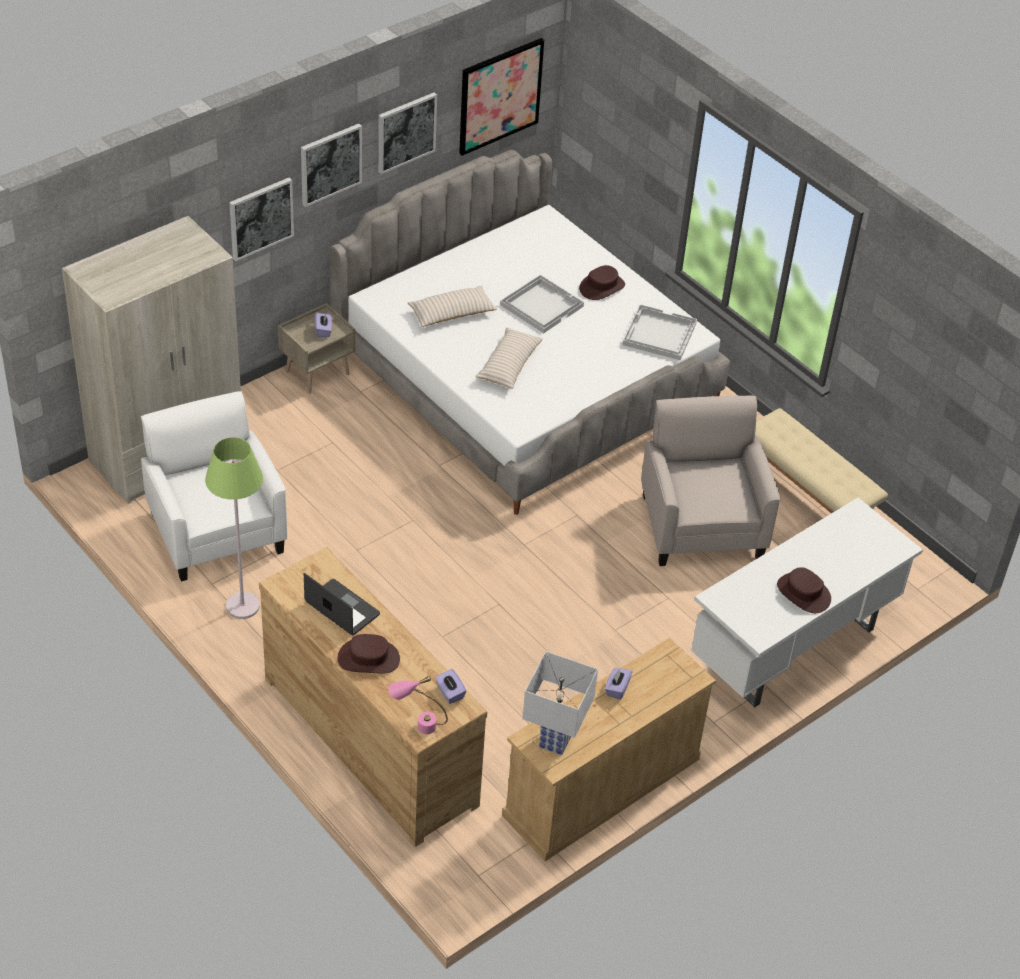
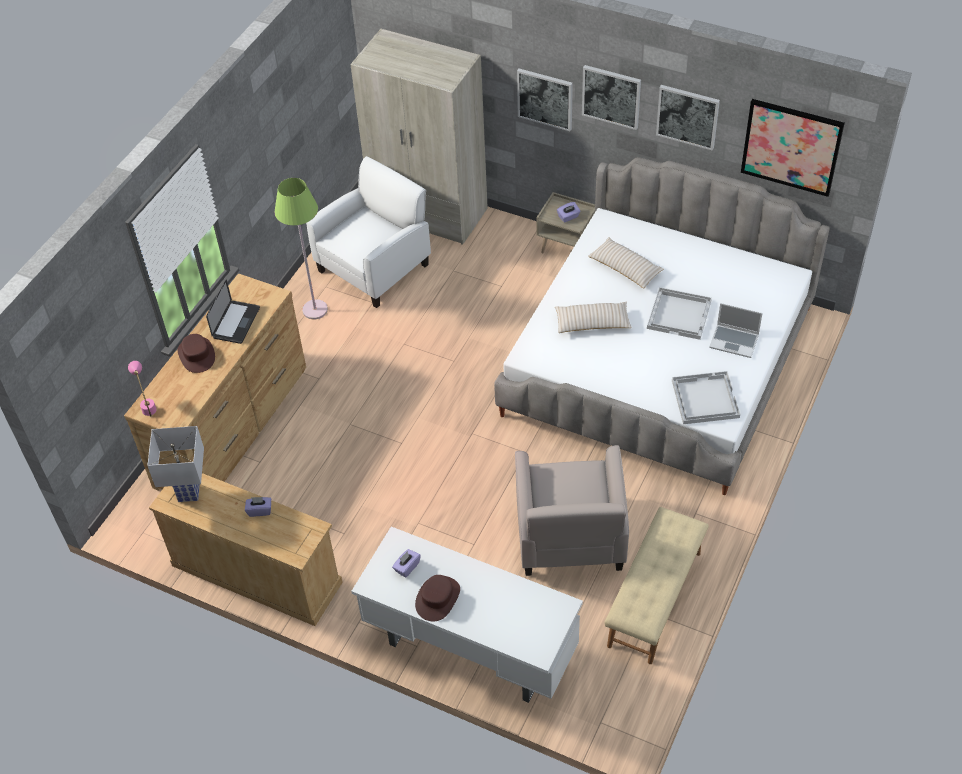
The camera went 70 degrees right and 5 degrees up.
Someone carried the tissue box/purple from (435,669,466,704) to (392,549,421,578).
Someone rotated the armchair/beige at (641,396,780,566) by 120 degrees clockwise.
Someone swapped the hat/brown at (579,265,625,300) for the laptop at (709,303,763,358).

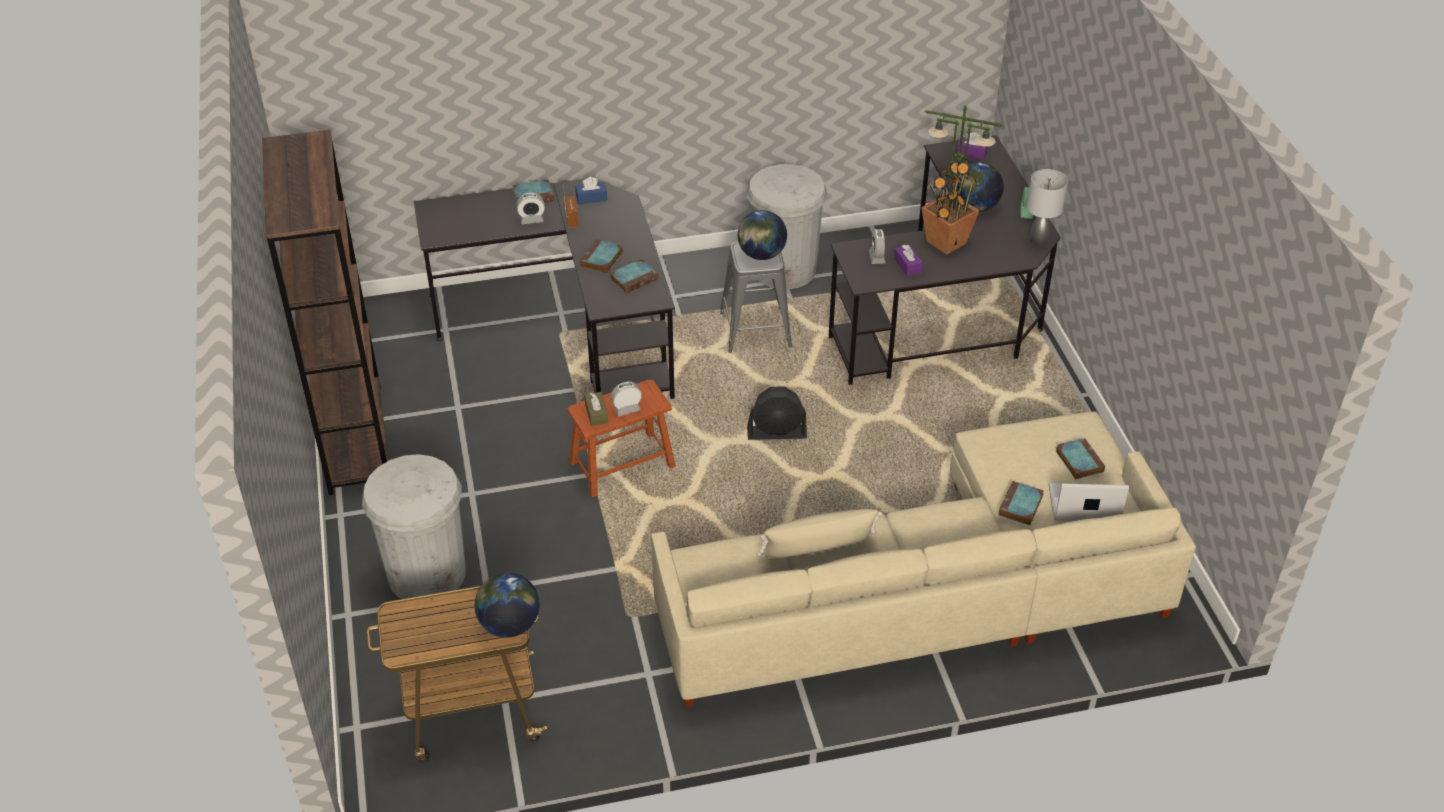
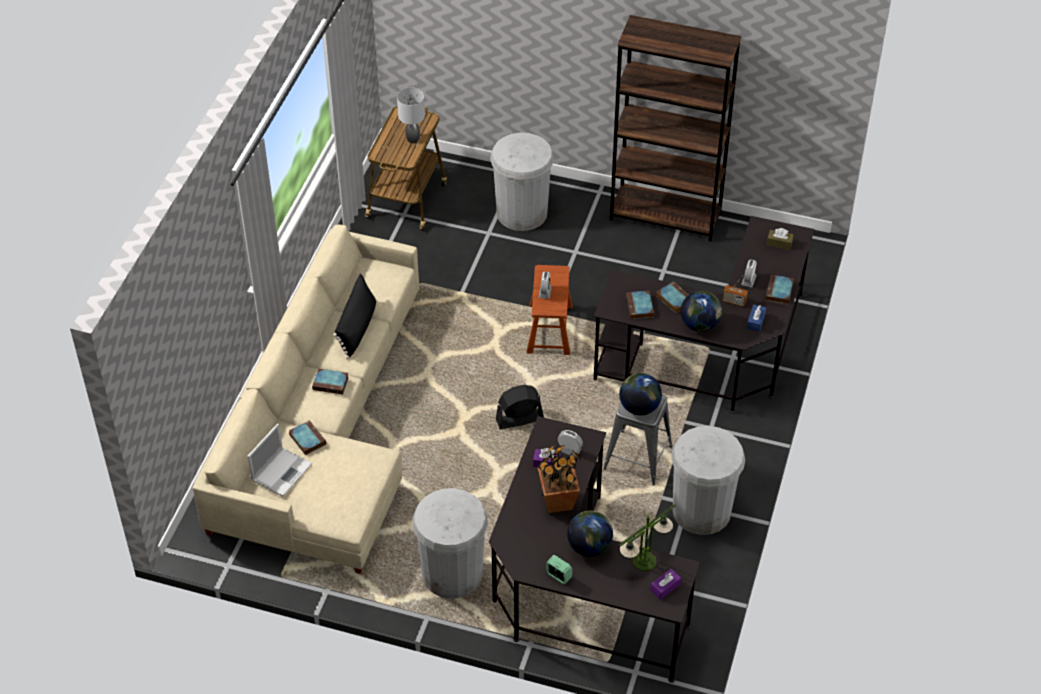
The camera went 120 degrees right and 5 degrees up.
Someone carried the book from (1056,438,1105,479) to (312,369,349,394).
Someone repainted the pillow/beige at (757,509,882,558), which became the pillow/black at (333,273,376,359).
Someone carried the table lamp/grey from (1027,169,1068,247) to (397,87,425,143).
Someone put down the trash can/white at (412,488,488,599).
Someone rotated the fan/black at (747,386,807,440) by 45 degrees clockwise.
Someone carried the globe from (475,573,540,638) to (681,291,722,332).
Someone carried the tissue box/brown from (585,392,608,426) to (767,228,794,250).

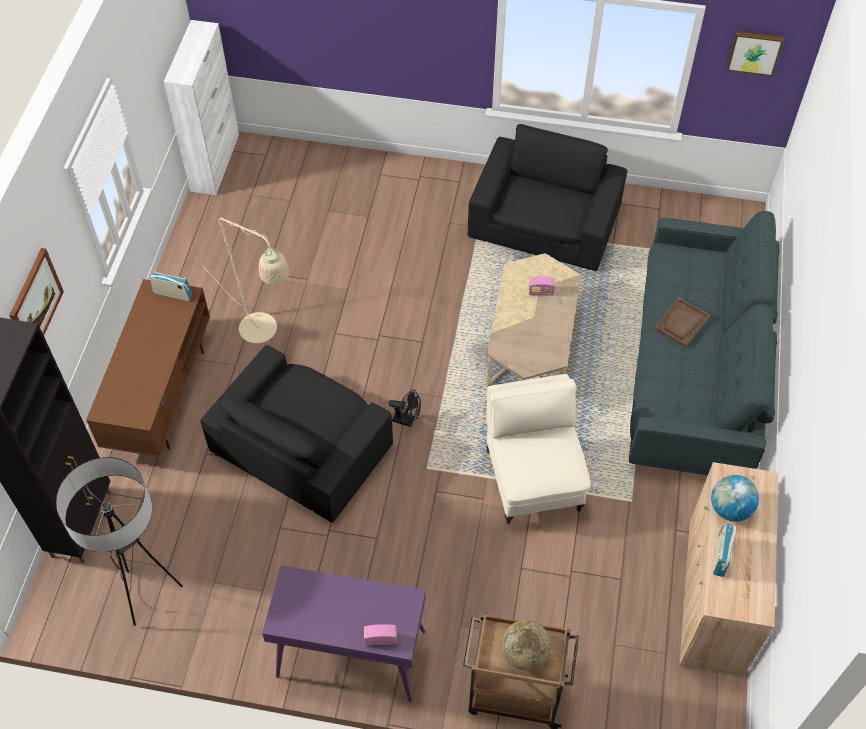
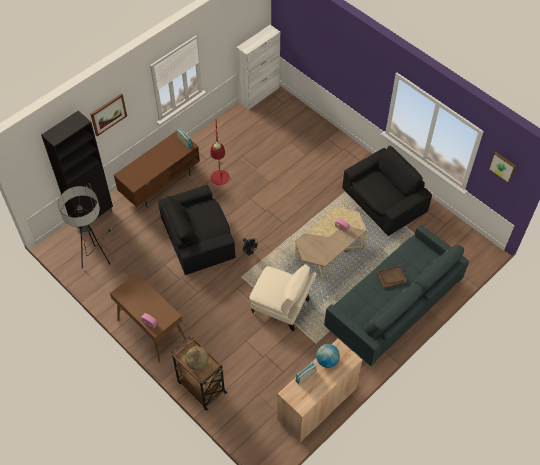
The camera went 35 degrees right and 0 degrees up.
Someone repainted the console table/purple at (262,565,426,702), which became the console table/brown at (110,273,187,363).
Someone repainted the floor lamp/beige at (201,217,289,343), which became the floor lamp/red at (210,119,230,185).
Someone rotated the armchair/beige at (487,374,590,525) by 90 degrees clockwise.

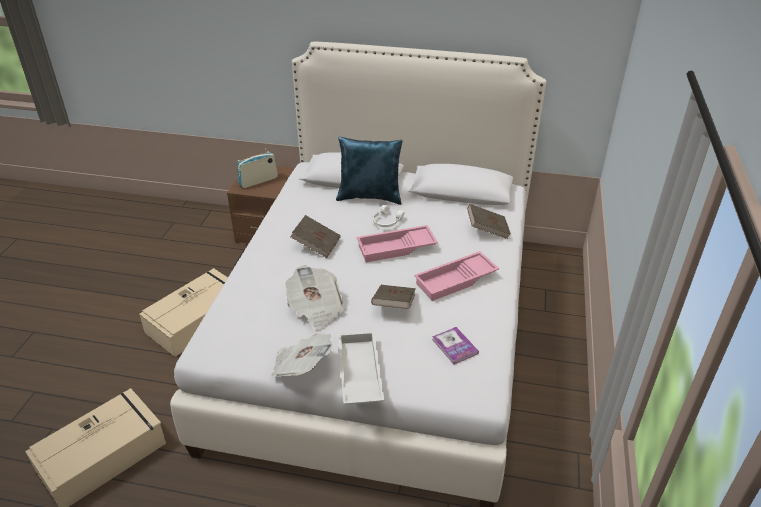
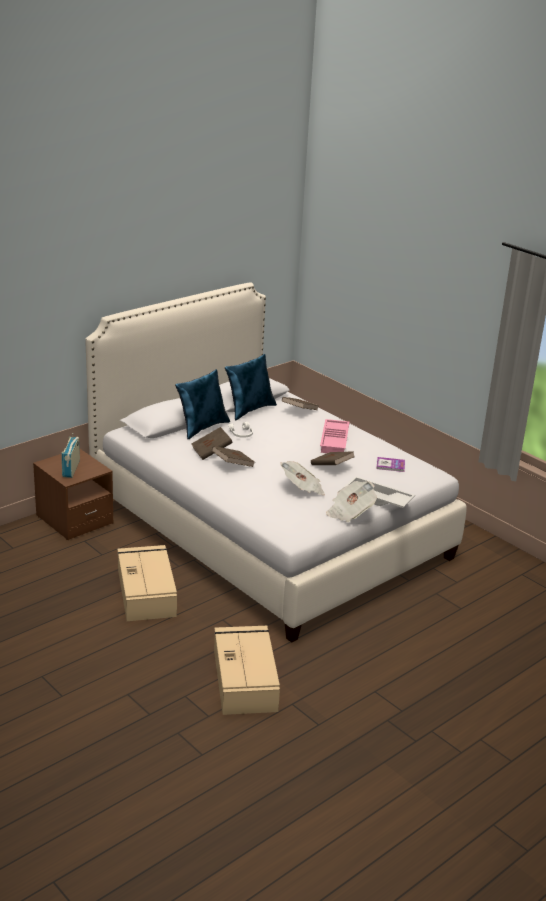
The camera went 55 degrees left and 10 degrees down.
Someone put down the book/brown at (191,427,233,460).
Someone put down the pillow/blue at (225,354,277,420).
Someone took away the tray/pink at (357,225,438,262).

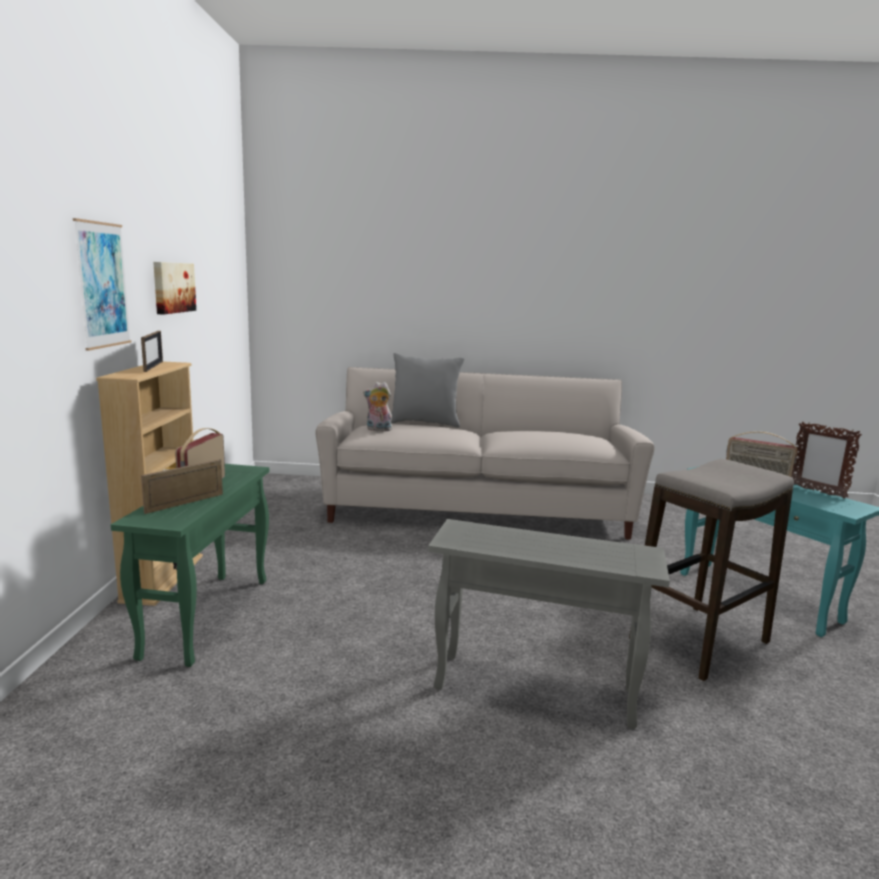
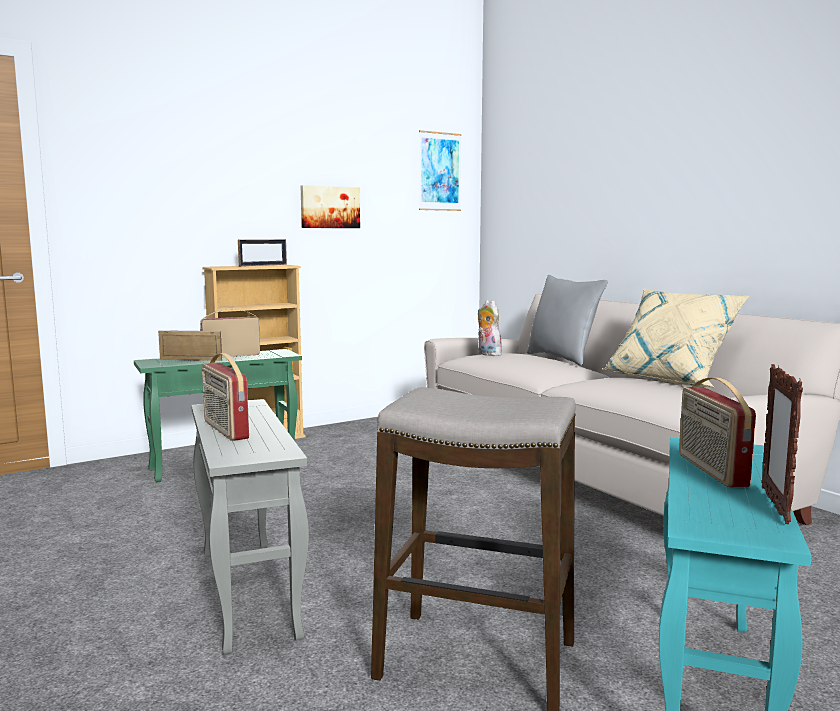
The camera went 55 degrees right and 5 degrees down.
Someone put down the radio at (202,353,249,441).
Someone carried the picture from (73,218,131,351) to (419,130,462,211).
Someone put down the pillow/beige at (602,288,750,388).

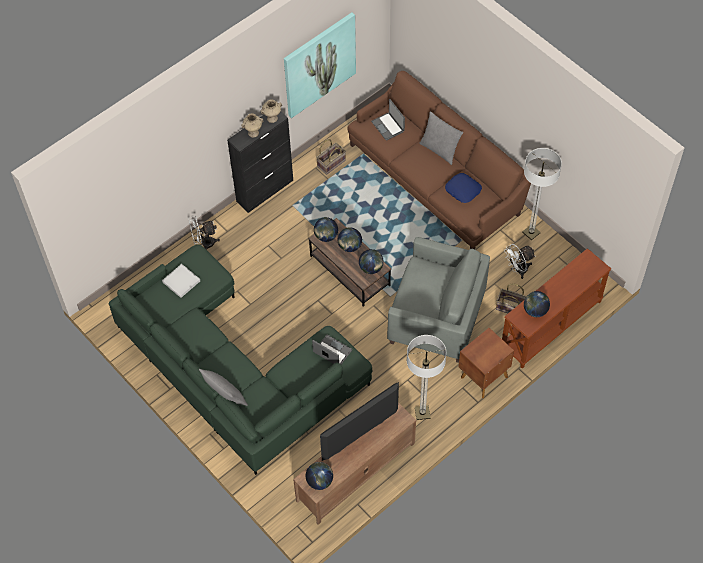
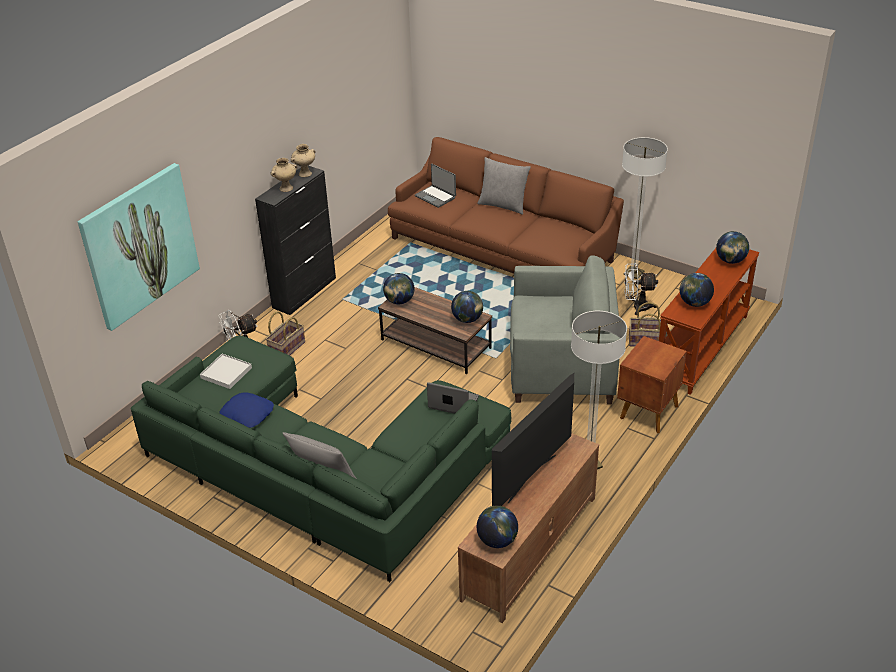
The camera went 15 degrees left and 20 degrees down.
Someone carried the picture from (284,13,356,118) to (78,163,200,331).
Someone carried the pillow/blue from (445,173,482,203) to (220,393,274,428).
Someone carried the basket from (316,139,346,175) to (266,312,305,356).
Someone rotated the fan/white at (504,244,535,279) by 45 degrees clockwise.
Someone carried the globe from (338,227,362,252) to (716,231,749,264).

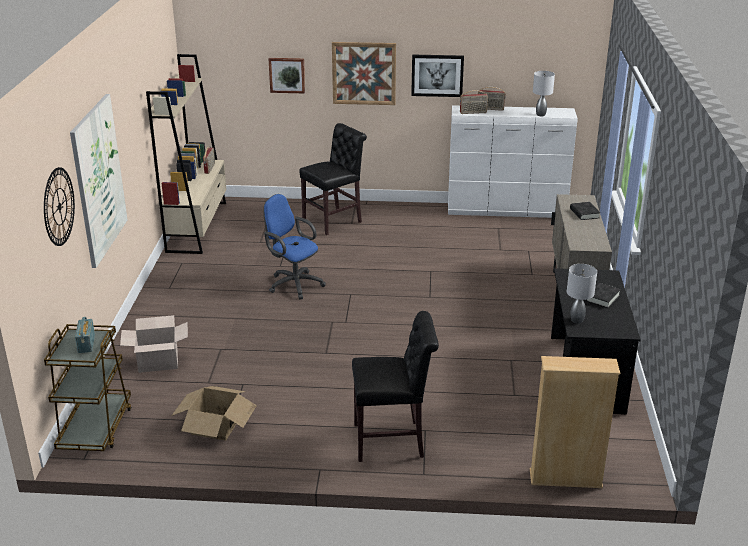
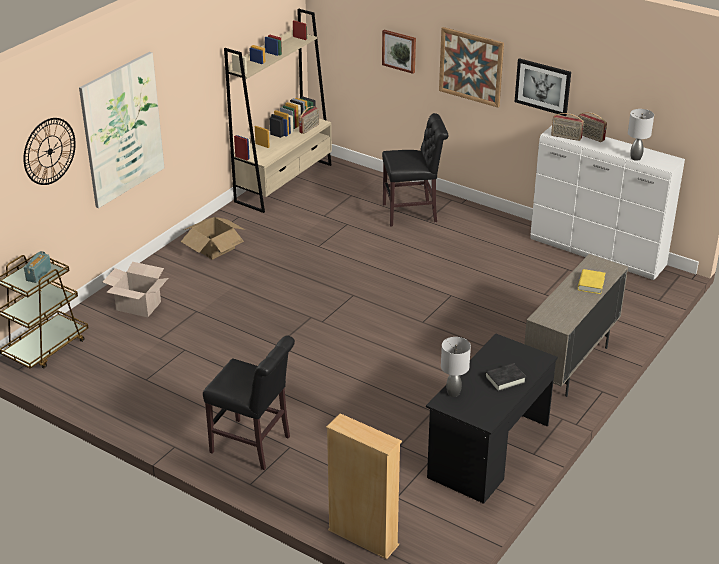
The camera went 30 degrees right and 5 degrees up.
Someone carried the cardboard box from (172,386,257,441) to (181,217,245,260).
Someone repainted the book/black at (570,202,600,220), which became the book/yellow at (578,269,605,294).
Someone took away the office chair/blue at (263,194,326,300).

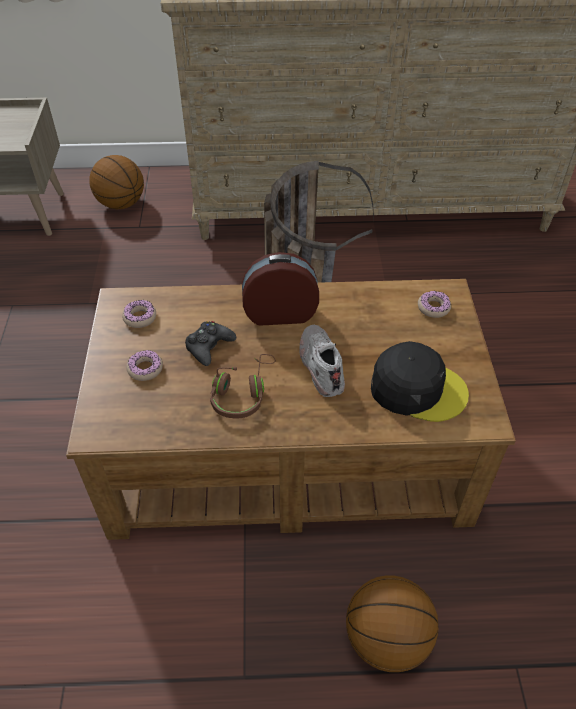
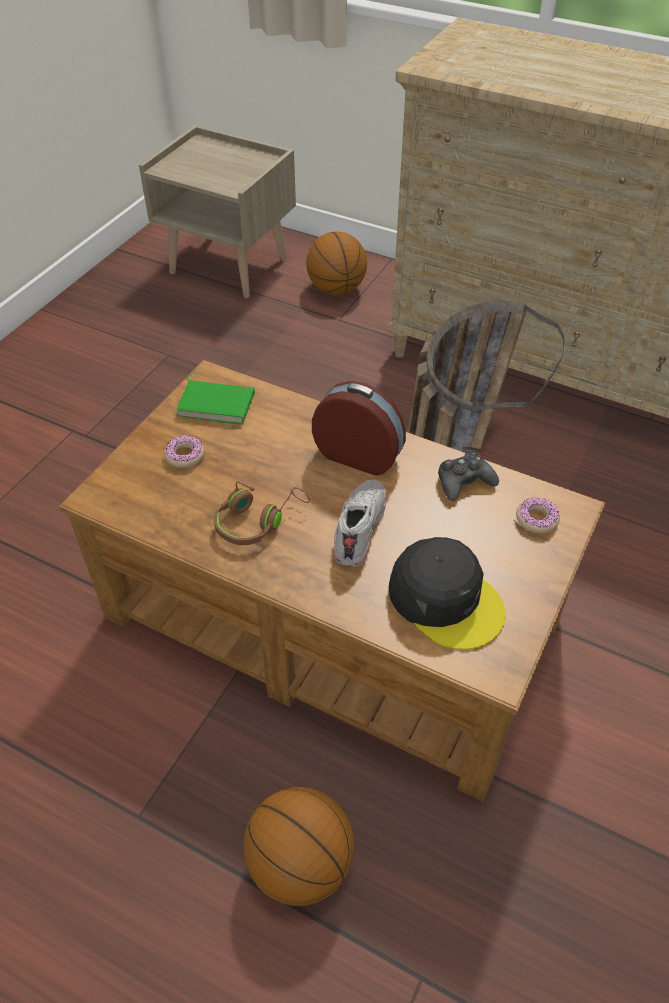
The camera went 30 degrees right and 0 degrees up.
Someone swapped the donut at (122,300,156,328) for the book/green at (176,371,255,425).
Someone carried the game controller/black from (185,321,236,366) to (438,453,499,501).

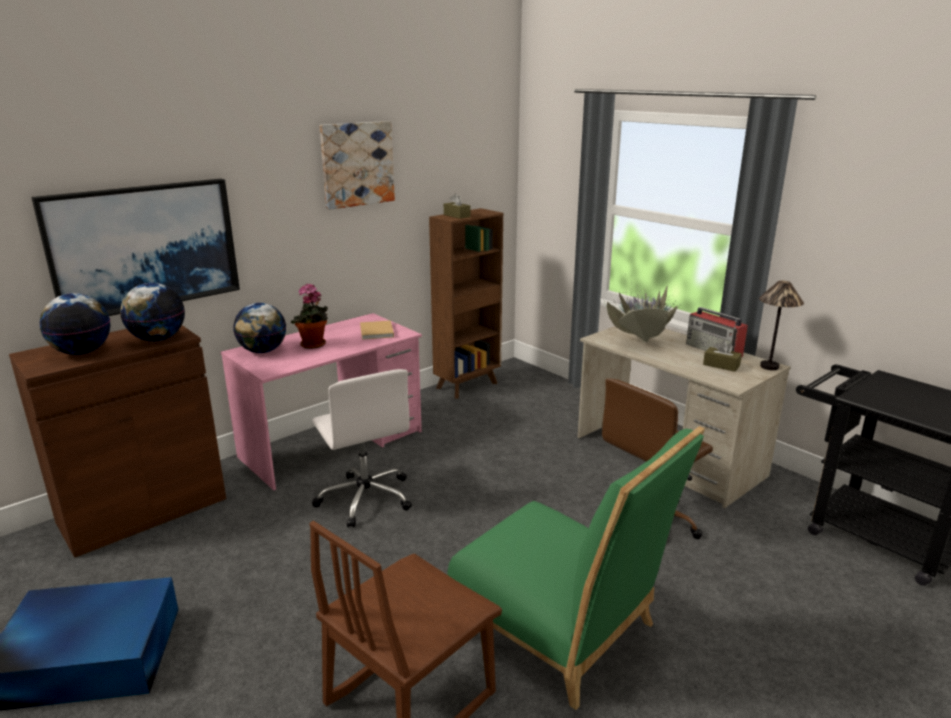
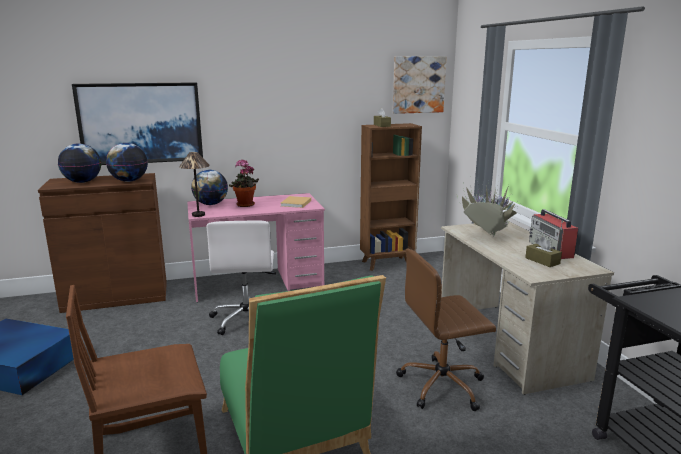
The camera went 25 degrees right and 5 degrees down.
Someone carried the table lamp from (759,281,804,370) to (179,152,210,217).
Someone carried the picture from (319,121,395,210) to (393,56,447,114).

